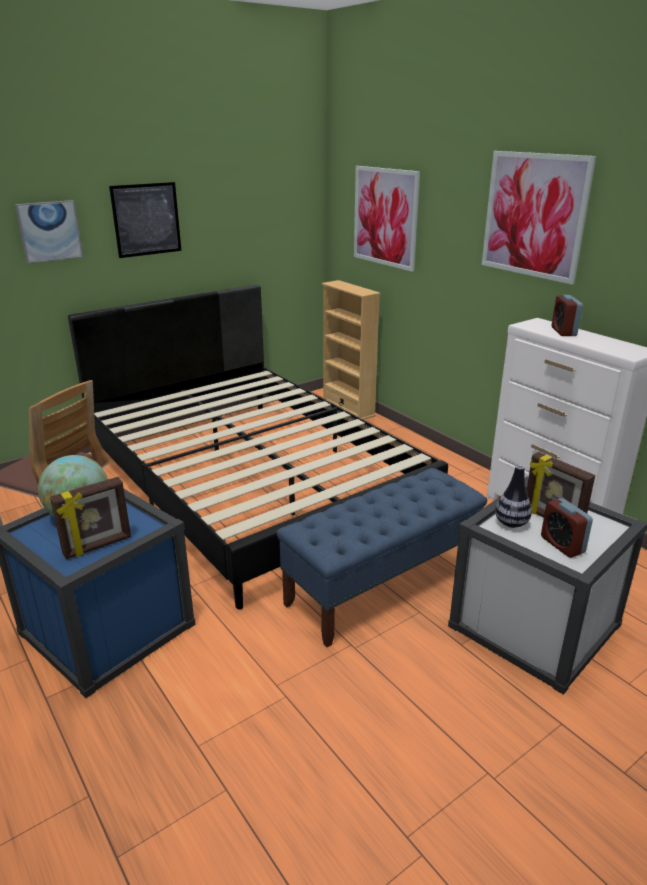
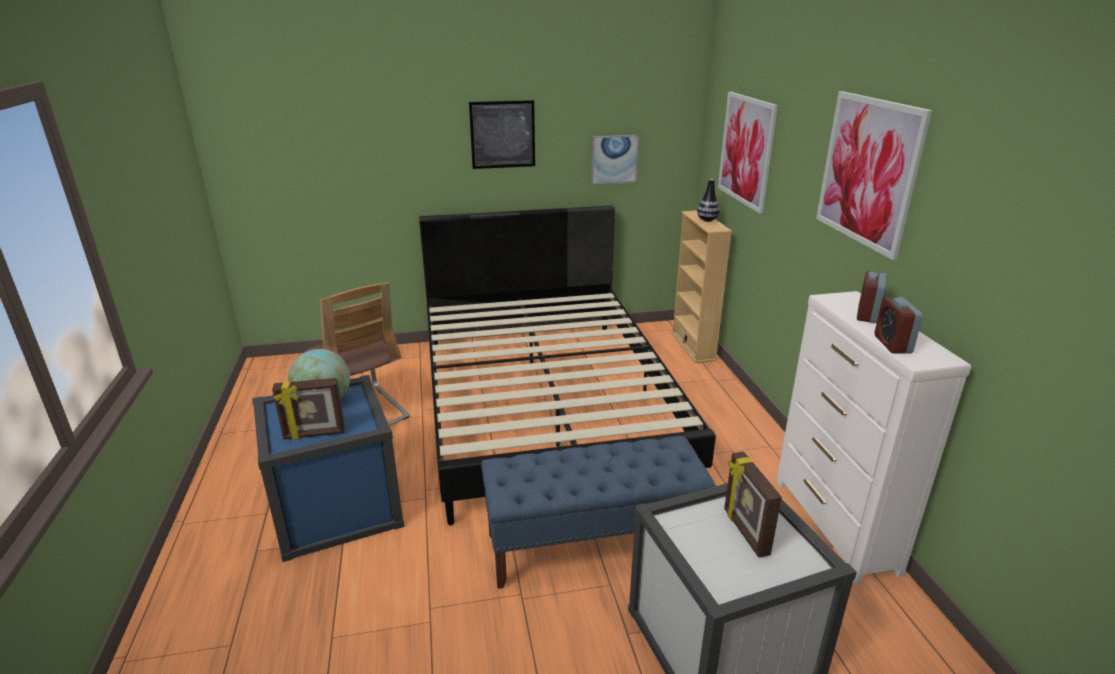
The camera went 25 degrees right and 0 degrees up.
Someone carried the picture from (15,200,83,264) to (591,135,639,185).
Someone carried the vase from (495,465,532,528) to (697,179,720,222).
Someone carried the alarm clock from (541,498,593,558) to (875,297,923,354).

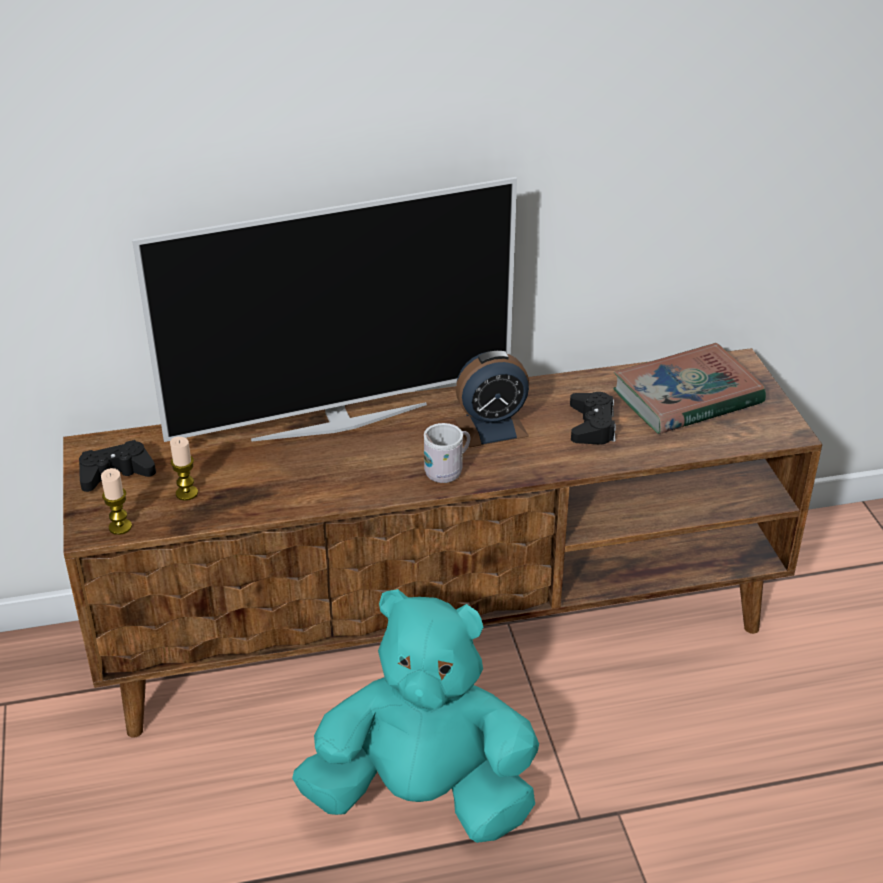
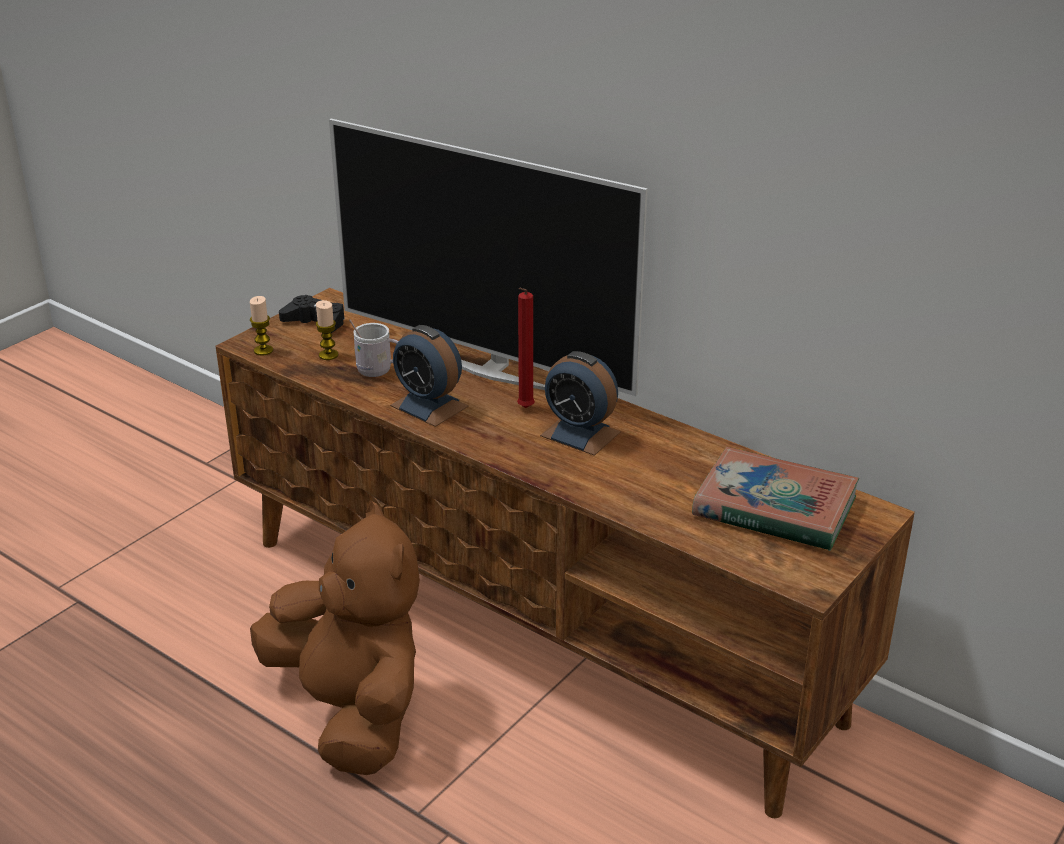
The camera went 50 degrees right and 5 degrees down.
Someone repainted the plush toy/turquoise at (292,589,539,843), which became the plush toy/brown at (250,501,420,775).
Someone carried the mug/white from (424,423,470,483) to (349,319,399,377).
Someone put down the alarm clock at (390,325,469,427).
Someone put down the candle/red at (517,288,535,408).
Someone took away the game controller/black at (570,392,616,444).

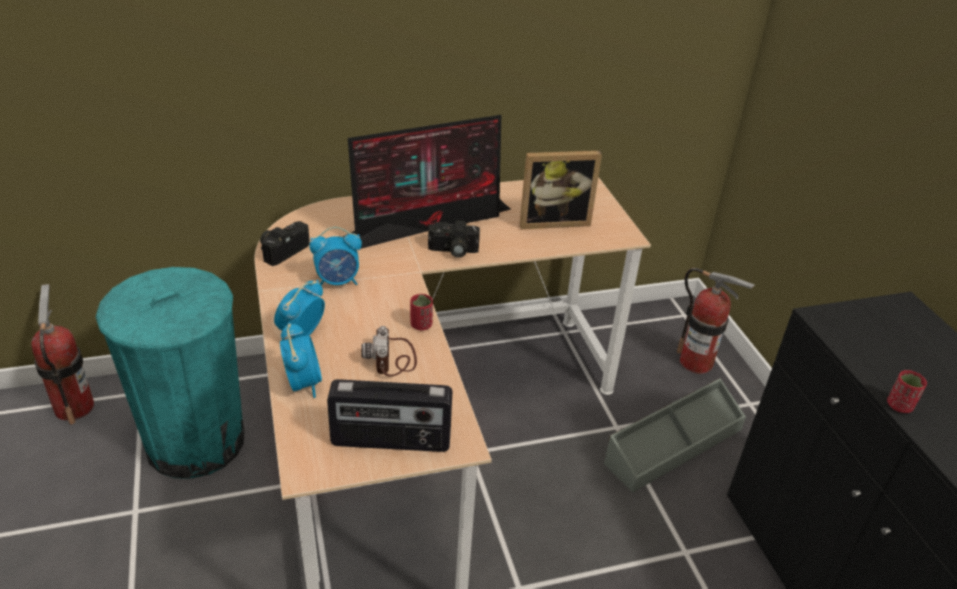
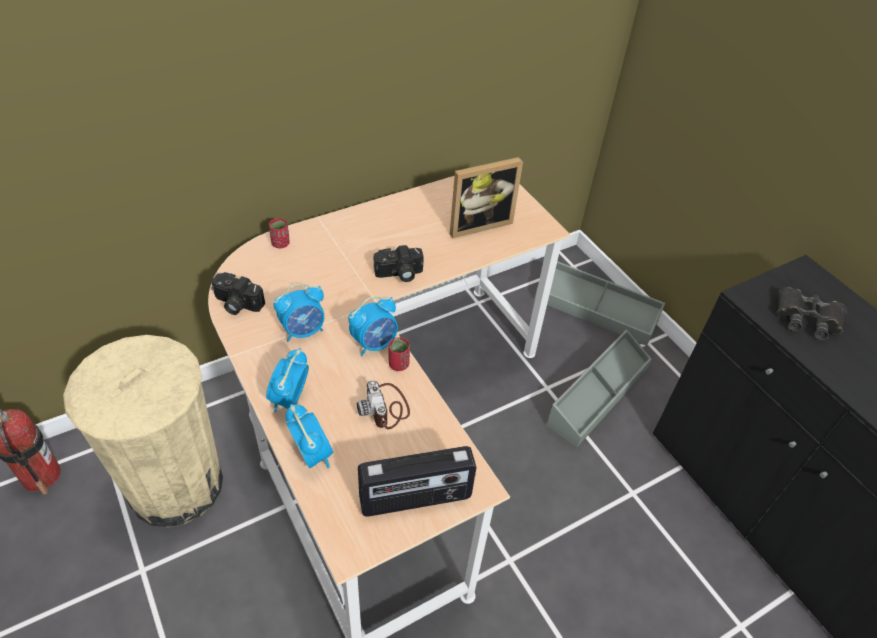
The camera went 15 degrees left and 10 degrees up.
Someone repainted the trash can/turquoise at (96,267,244,479), which became the trash can/beige at (63,335,223,528).
Someone rotated the photo camera at (260,221,310,266) by 90 degrees counterclockwise.
Someone carried the cup/red from (887,370,927,413) to (269,218,290,248).
Someone put down the alarm clock at (348,296,398,356).
Someone swapped the fire extinguisher at (677,268,755,374) for the storage box/grey at (535,261,665,346).
Someone put down the binoculars/black at (777,287,847,340).
Someone took away the monitor at (343,115,511,249).

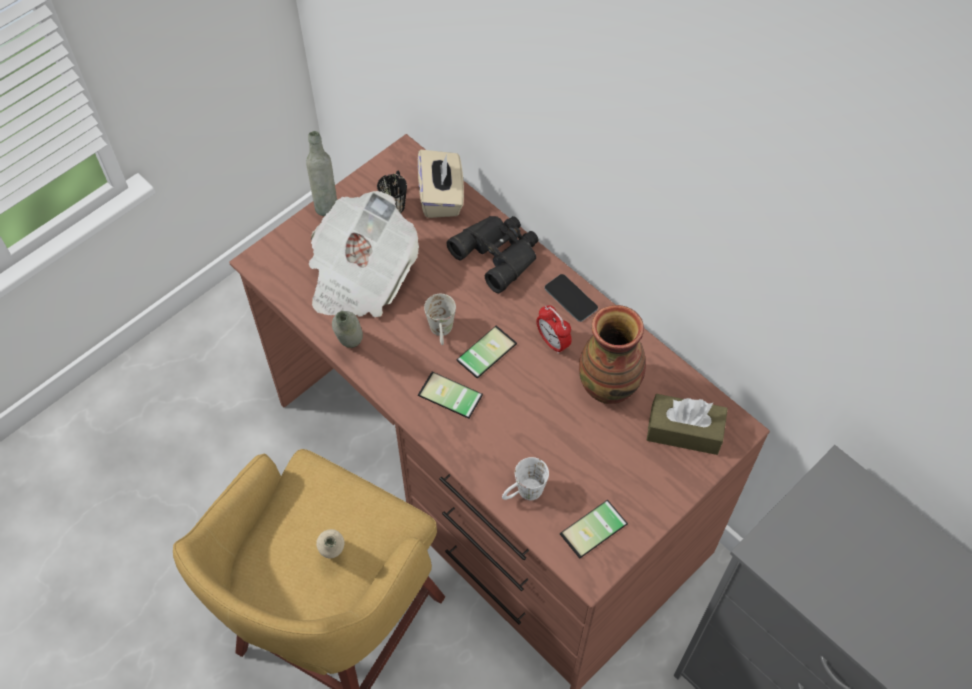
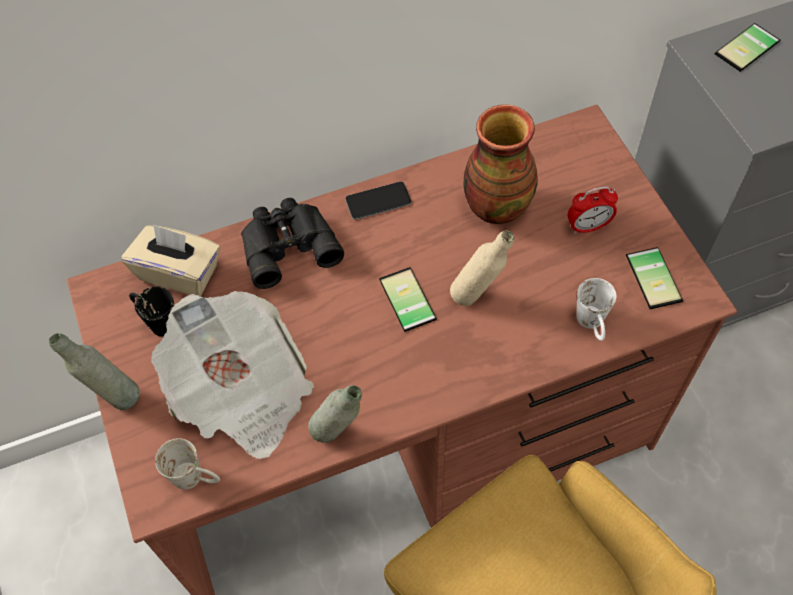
The camera went 65 degrees left and 0 degrees up.
Someone carried the mug/white from (424,294,456,345) to (155,438,220,490).
Someone carried the bottle/beige from (316,529,345,558) to (450,231,514,306).
Someone carried the alarm clock from (536,305,572,354) to (568,186,618,234).
Someone carried the phone from (418,372,483,419) to (715,23,780,72).
Someone took away the tissue box/brown at (647,394,728,455).

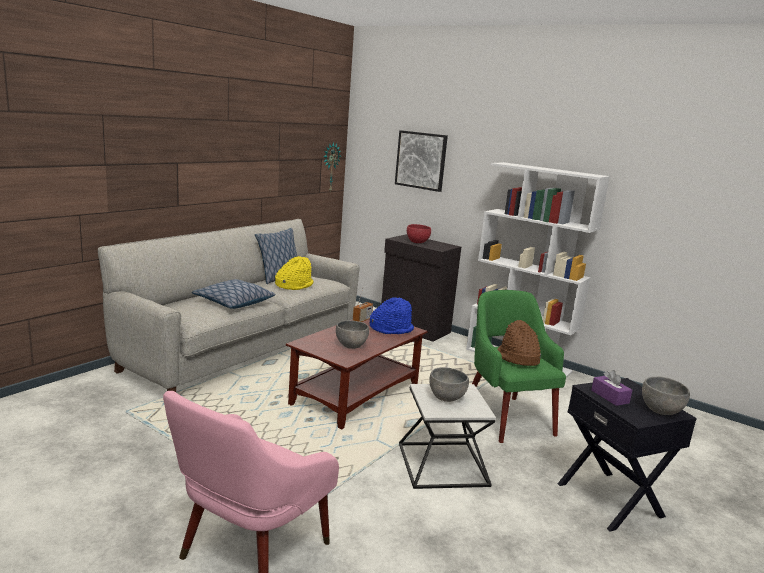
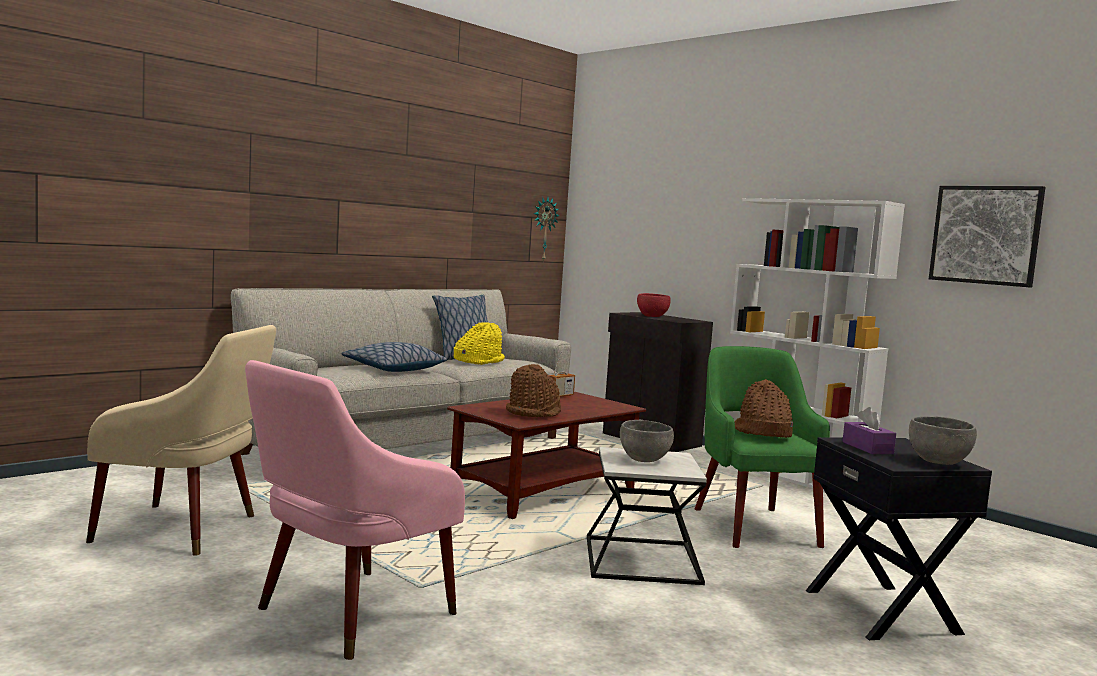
The camera went 10 degrees right and 10 degrees down.
Someone put down the armchair/beige at (86,325,276,556).
Someone swapped the bowl/grey at (336,320,369,349) for the hat/brown at (506,364,561,417).
Someone carried the picture from (395,130,448,192) to (929,186,1046,288).
Someone took away the hat/blue at (370,297,414,334).

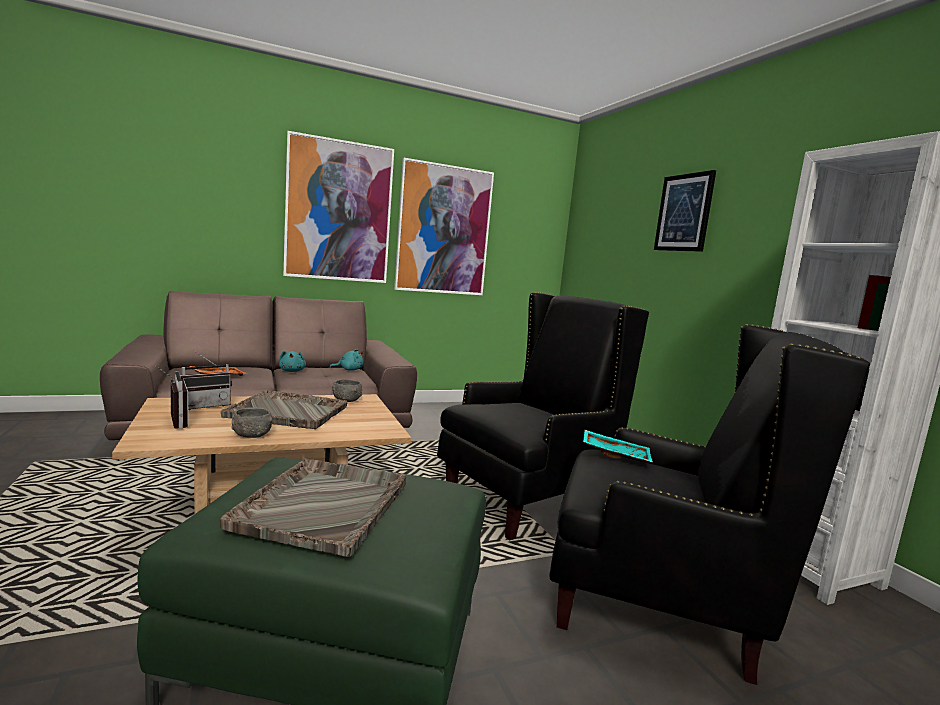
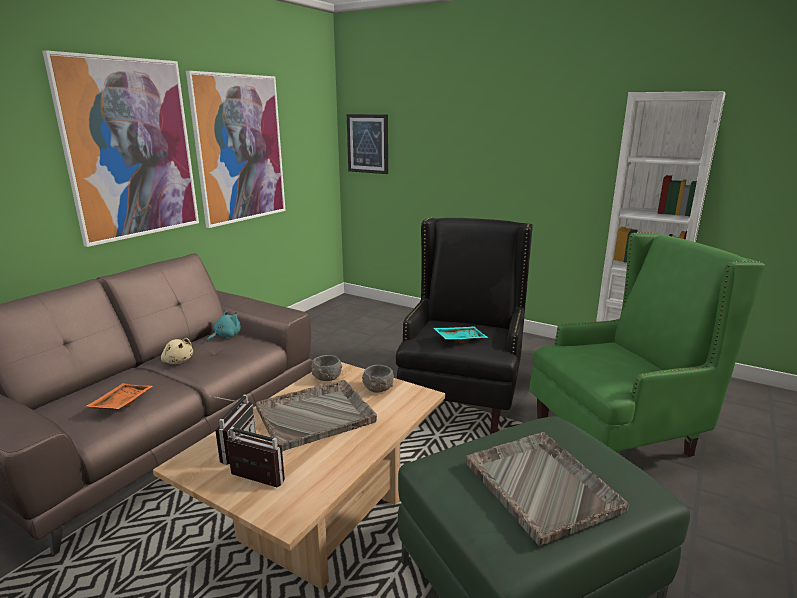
The camera went 35 degrees left and 10 degrees up.
Someone repainted the plush toy/turquoise at (279,351,306,372), which became the plush toy/beige at (161,338,193,364).
Someone carried the picture from (654,170,716,252) to (347,114,388,174).
Someone carried the bowl/grey from (231,407,273,438) to (362,365,394,393).
Someone carried the tray/turquoise from (583,430,653,463) to (434,326,488,343).
Someone repainted the armchair/black at (549,324,870,685), which became the armchair/green at (529,232,765,457).

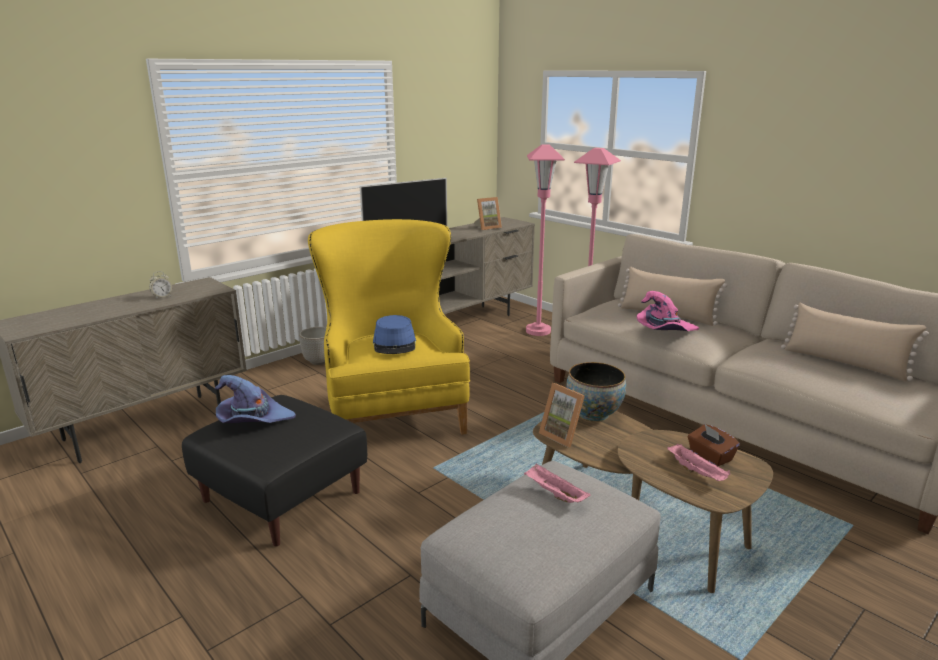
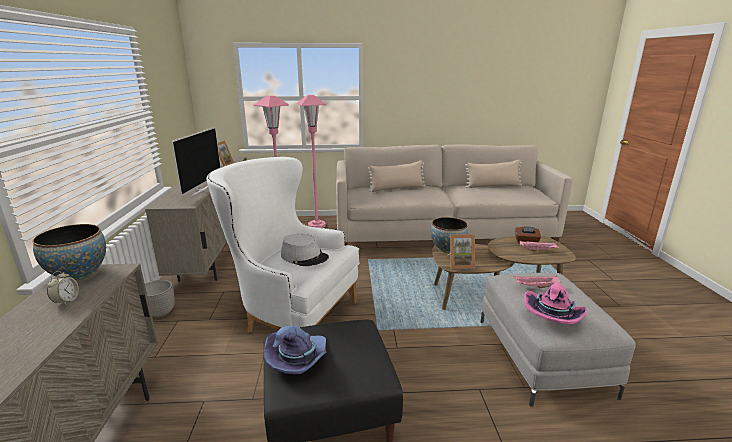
The camera went 50 degrees left and 0 degrees up.
Someone put down the bowl at (32,224,106,281).
Someone repainted the armchair/yellow at (308,219,470,435), which became the armchair/white at (206,157,360,333).
Someone repainted the hat/blue at (373,315,416,354), which became the hat/grey at (281,234,329,266).
Someone carried the hat/pink from (637,291,699,331) to (524,283,587,324).

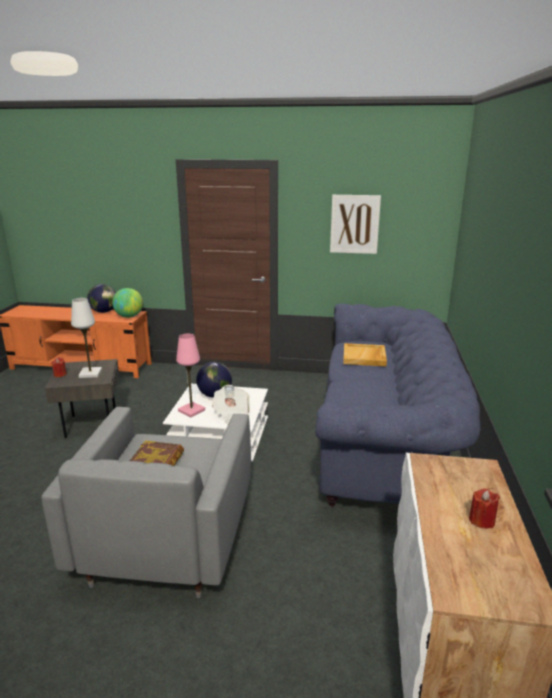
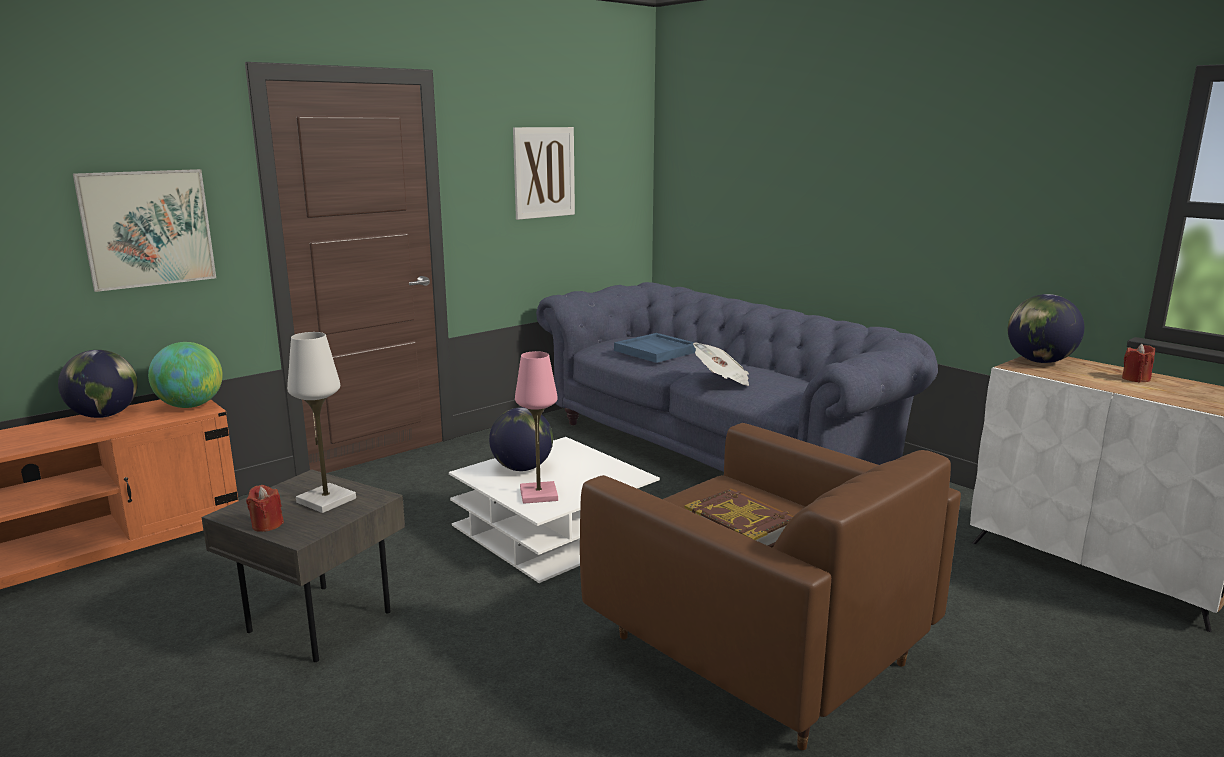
The camera went 50 degrees left and 5 degrees down.
Someone put up the picture at (73,169,216,292).
Someone repainted the armchair/grey at (41,407,251,599), which became the armchair/brown at (580,423,961,750).
Someone repainted the tray/beige at (343,343,387,366), which became the tray/blue at (614,333,696,363).
Someone carried the newspaper from (212,385,250,424) to (693,342,749,386).
Someone put down the globe at (1008,294,1084,363).

